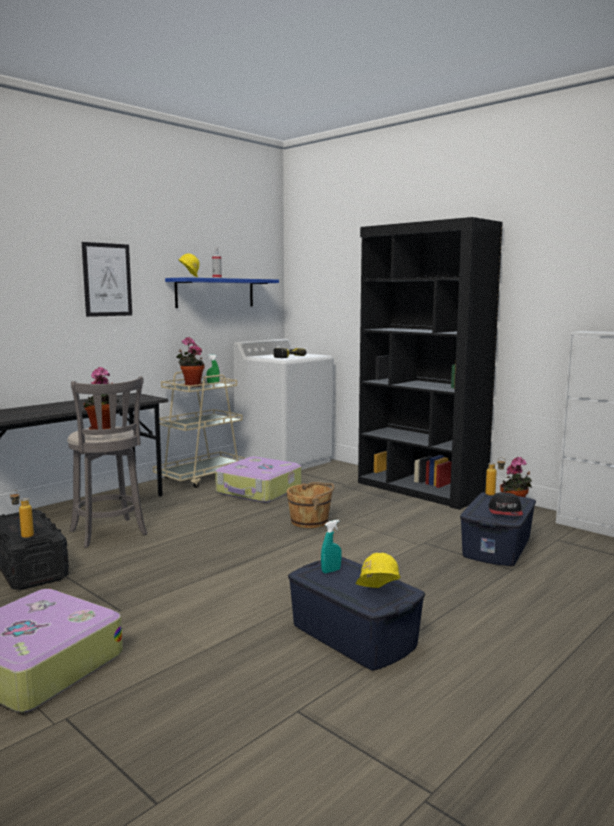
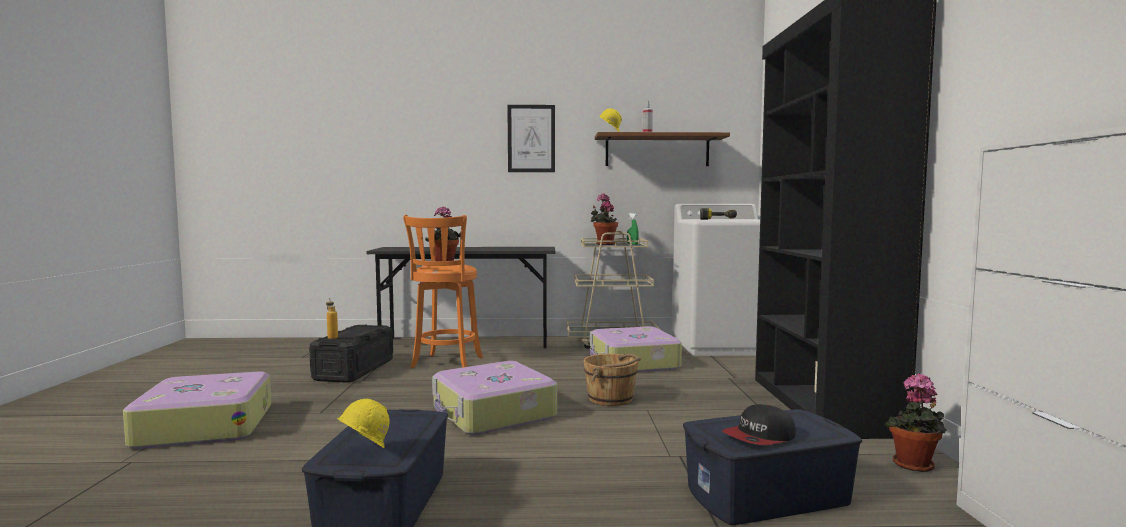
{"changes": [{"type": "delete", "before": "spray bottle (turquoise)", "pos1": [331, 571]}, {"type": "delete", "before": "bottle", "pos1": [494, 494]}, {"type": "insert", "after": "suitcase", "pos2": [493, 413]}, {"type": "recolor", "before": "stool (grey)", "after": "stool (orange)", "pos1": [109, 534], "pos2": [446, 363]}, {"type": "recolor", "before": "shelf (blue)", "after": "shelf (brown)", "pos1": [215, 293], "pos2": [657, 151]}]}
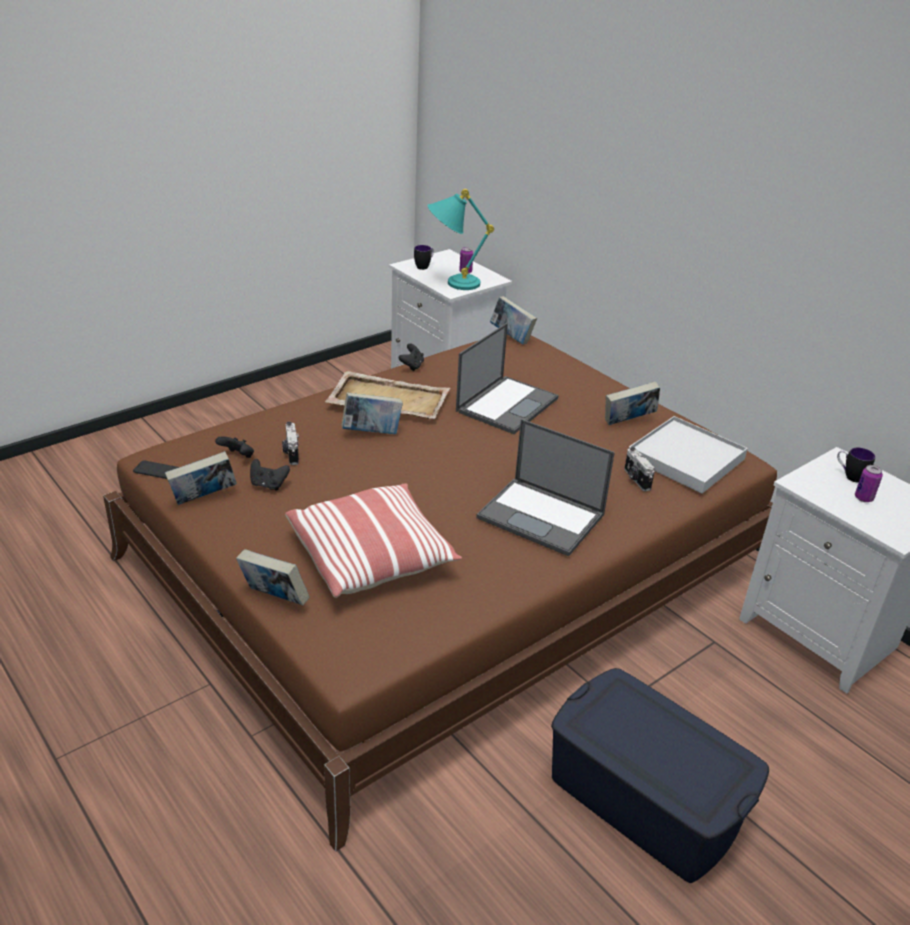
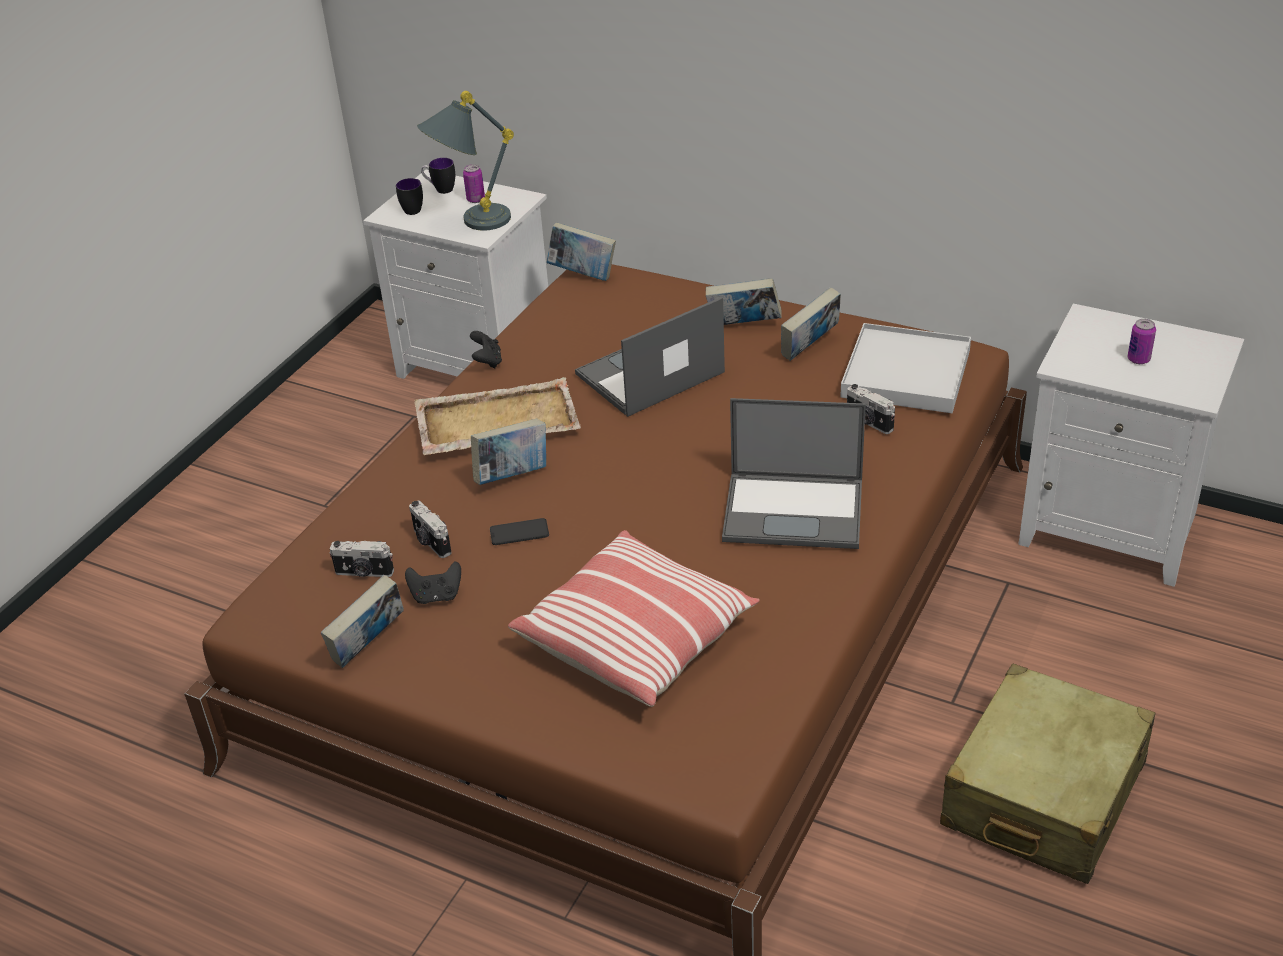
{"changes": [{"type": "move", "before": "phone", "pos1": [156, 470], "pos2": [519, 532]}, {"type": "move", "before": "book", "pos1": [274, 599], "pos2": [743, 326]}, {"type": "move", "before": "mug", "pos1": [849, 476], "pos2": [440, 189]}, {"type": "replace", "before": "game controller (black)", "after": "photo camera", "pos1": [237, 456], "pos2": [364, 573]}, {"type": "replace", "before": "storage box (blue)", "after": "suitcase (beige)", "pos1": [644, 800], "pos2": [1043, 795]}, {"type": "recolor", "before": "table lamp (turquoise)", "after": "table lamp (grey)", "pos1": [451, 283], "pos2": [471, 224]}, {"type": "rotate", "before": "laptop", "pos1": [507, 404], "pos2": [649, 374], "turn": -135}]}
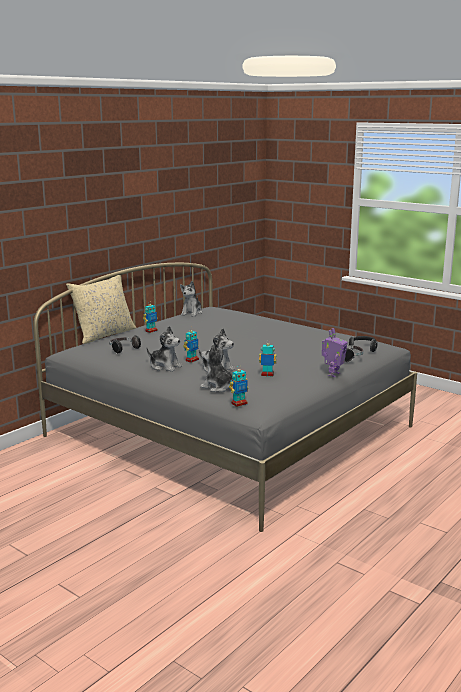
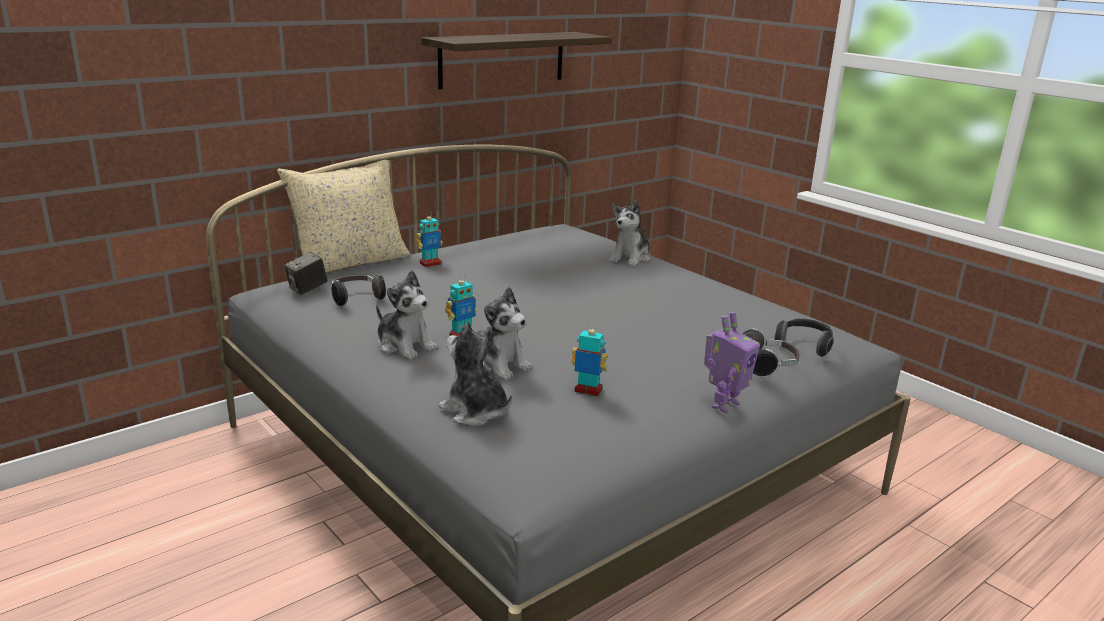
{"changes": [{"type": "delete", "before": "toy robot", "pos1": [239, 403]}, {"type": "insert", "after": "photo camera", "pos2": [307, 289]}, {"type": "insert", "after": "shelf", "pos2": [502, 59]}, {"type": "move", "before": "plush toy", "pos1": [192, 313], "pos2": [630, 258]}]}
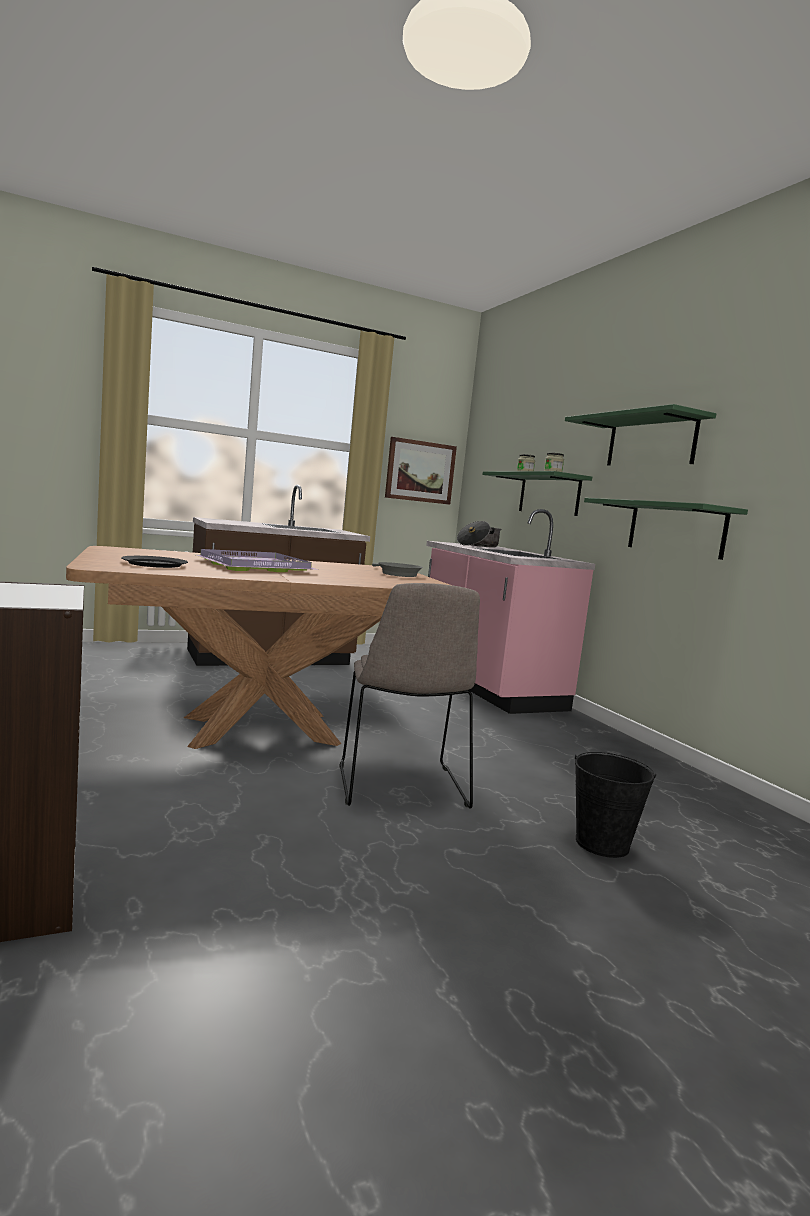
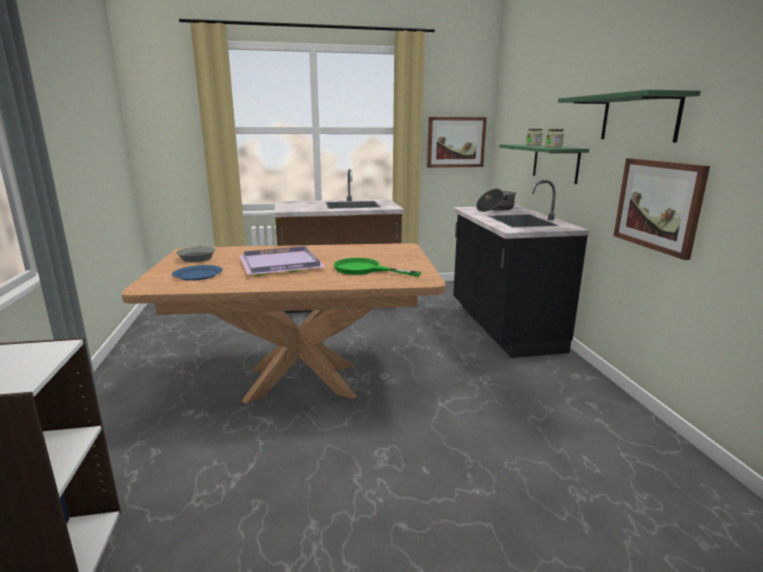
{"changes": [{"type": "delete", "before": "chair (beige)", "pos1": [401, 788]}, {"type": "delete", "before": "bucket (black)", "pos1": [602, 844]}, {"type": "insert", "after": "frying pan (green)", "pos2": [365, 269]}, {"type": "move", "before": "frying pan (grey)", "pos1": [396, 574], "pos2": [196, 258]}, {"type": "replace", "before": "shelf (green)", "after": "picture", "pos1": [676, 529], "pos2": [658, 205]}, {"type": "recolor", "before": "plate (black)", "after": "plate (blue)", "pos1": [154, 564], "pos2": [197, 275]}, {"type": "recolor", "before": "counter (pink)", "after": "counter (black)", "pos1": [487, 688], "pos2": [502, 327]}]}
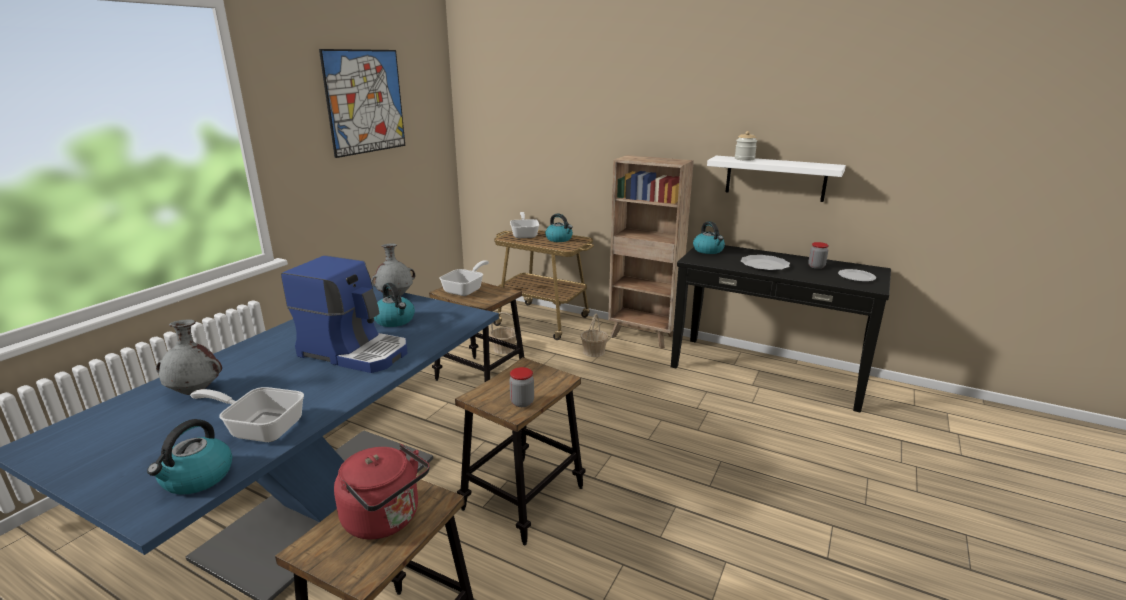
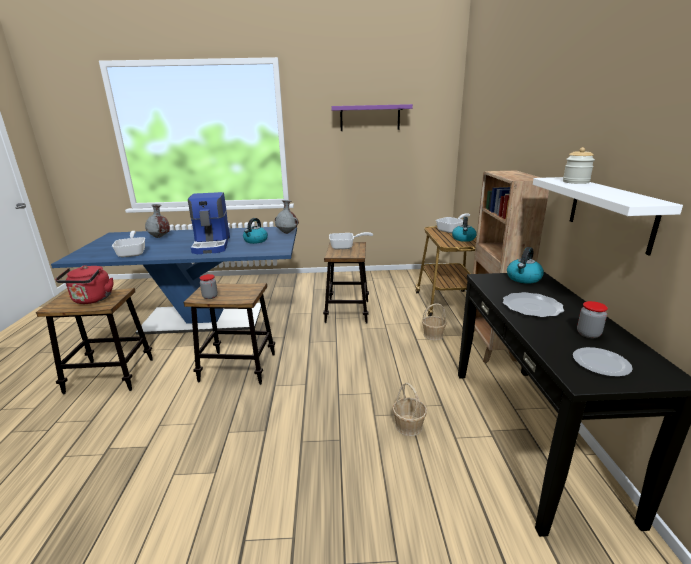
{"changes": [{"type": "delete", "before": "kettle", "pos1": [197, 478]}, {"type": "move", "before": "basket", "pos1": [504, 349], "pos2": [408, 426]}, {"type": "replace", "before": "picture", "after": "shelf (purple)", "pos1": [365, 102], "pos2": [370, 118]}]}
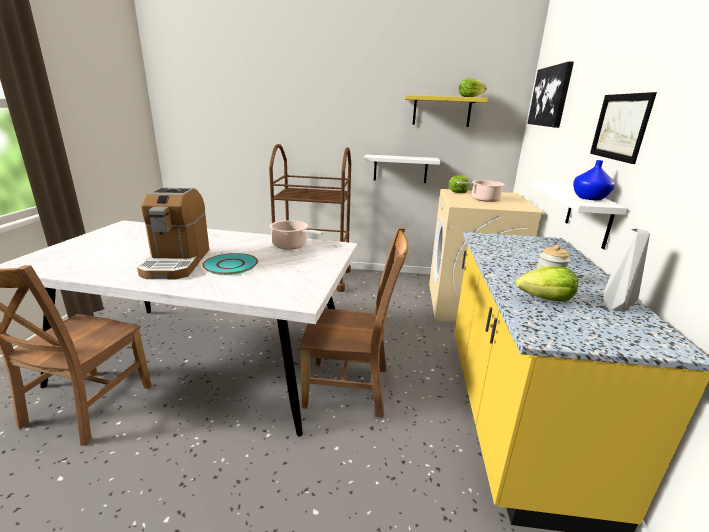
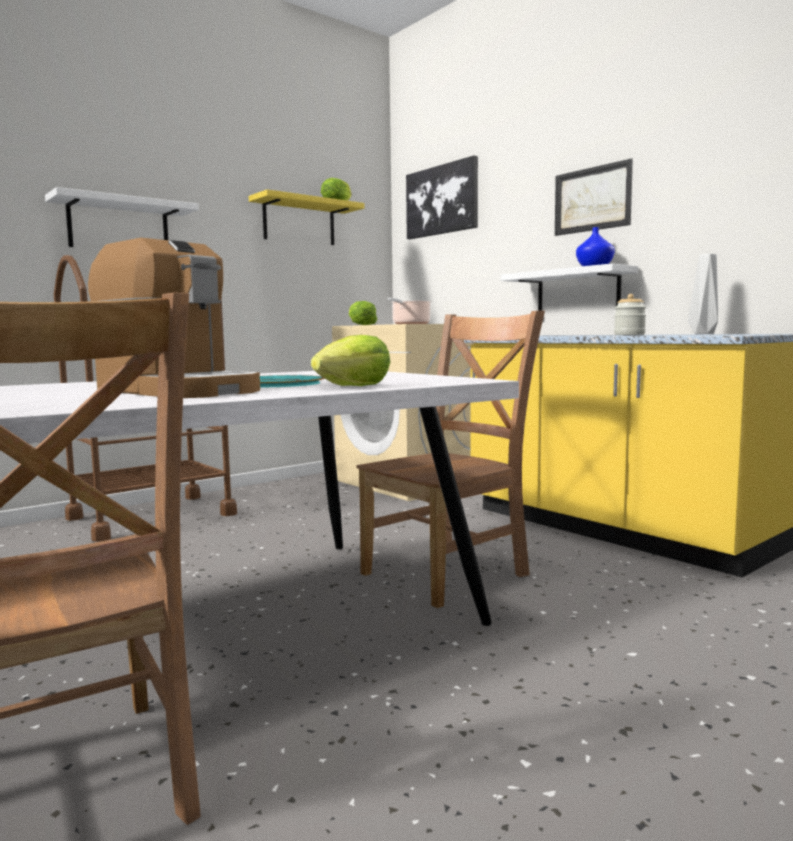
{"changes": [{"type": "delete", "before": "cooking pot", "pos1": [291, 245]}, {"type": "move", "before": "shelf (white)", "pos1": [400, 169], "pos2": [119, 226]}, {"type": "move", "before": "lettuce", "pos1": [545, 298], "pos2": [353, 387]}]}
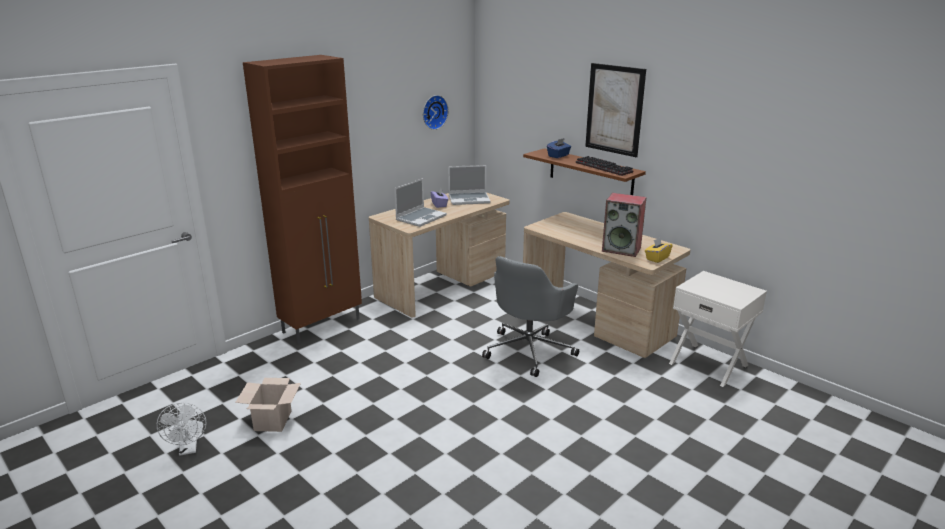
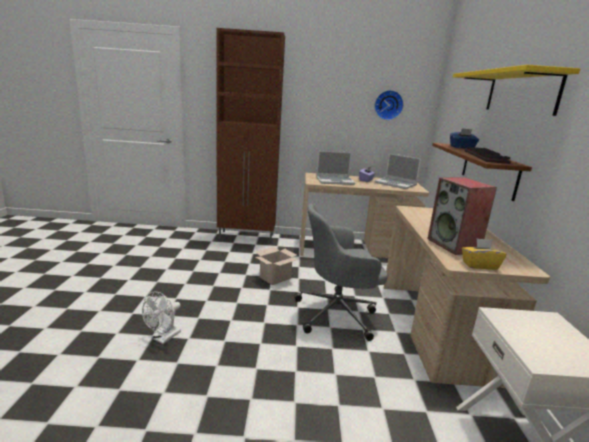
{"changes": [{"type": "move", "before": "fan (white)", "pos1": [189, 449], "pos2": [164, 338]}, {"type": "move", "before": "cardboard box", "pos1": [272, 420], "pos2": [275, 277]}, {"type": "replace", "before": "picture", "after": "shelf (yellow)", "pos1": [614, 109], "pos2": [521, 92]}]}
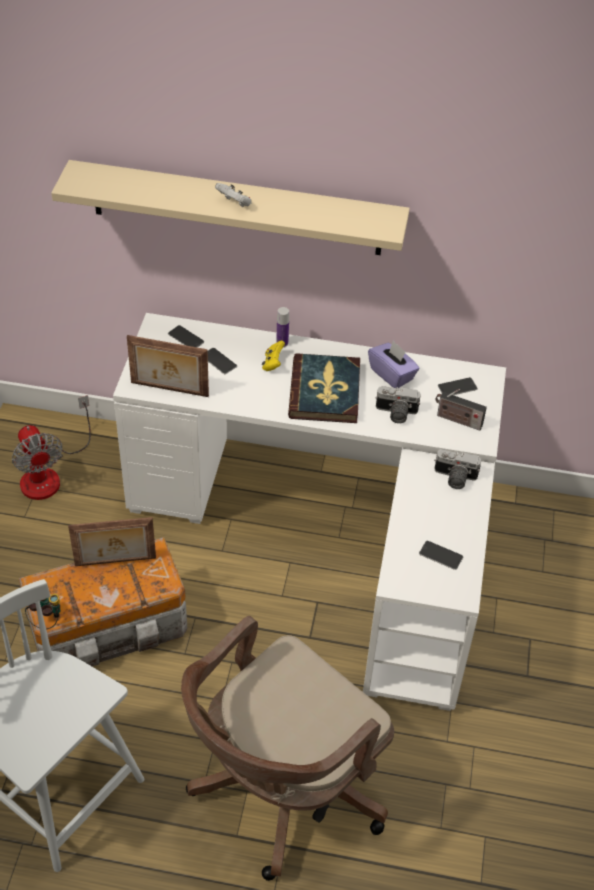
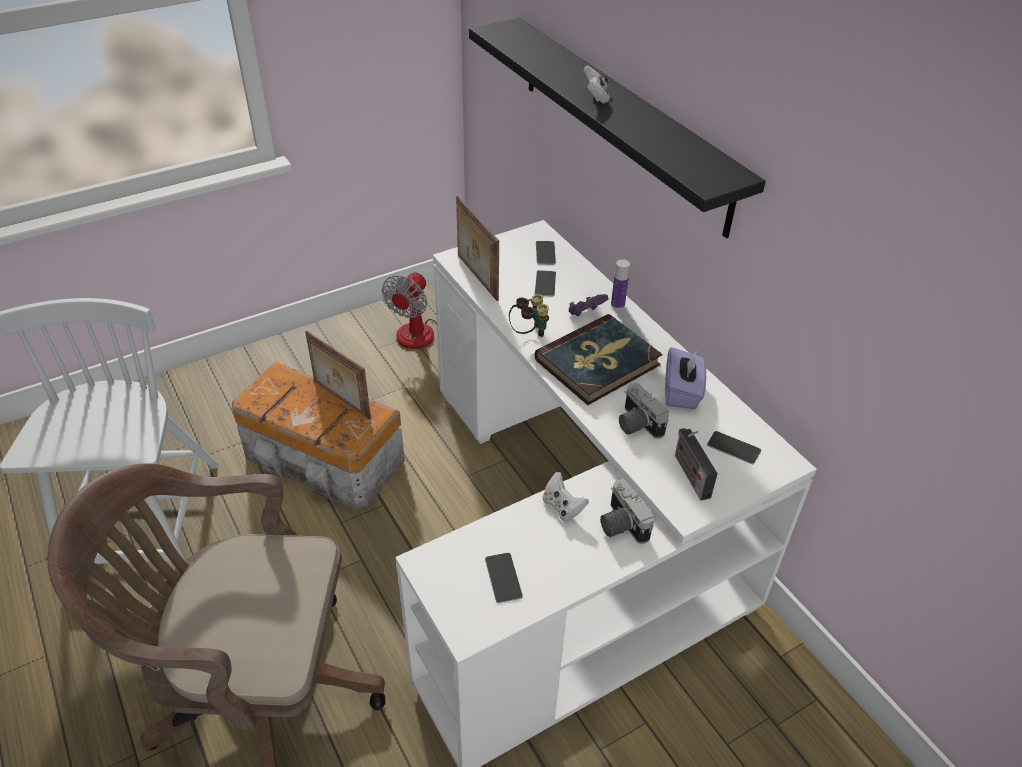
{"changes": [{"type": "insert", "after": "game controller (white)", "pos2": [562, 507]}, {"type": "move", "before": "binoculars", "pos1": [46, 621], "pos2": [528, 333]}, {"type": "recolor", "before": "shelf (beige)", "after": "shelf (black)", "pos1": [236, 208], "pos2": [621, 121]}, {"type": "recolor", "before": "game controller (yellow)", "after": "game controller (purple)", "pos1": [273, 364], "pos2": [585, 313]}]}
